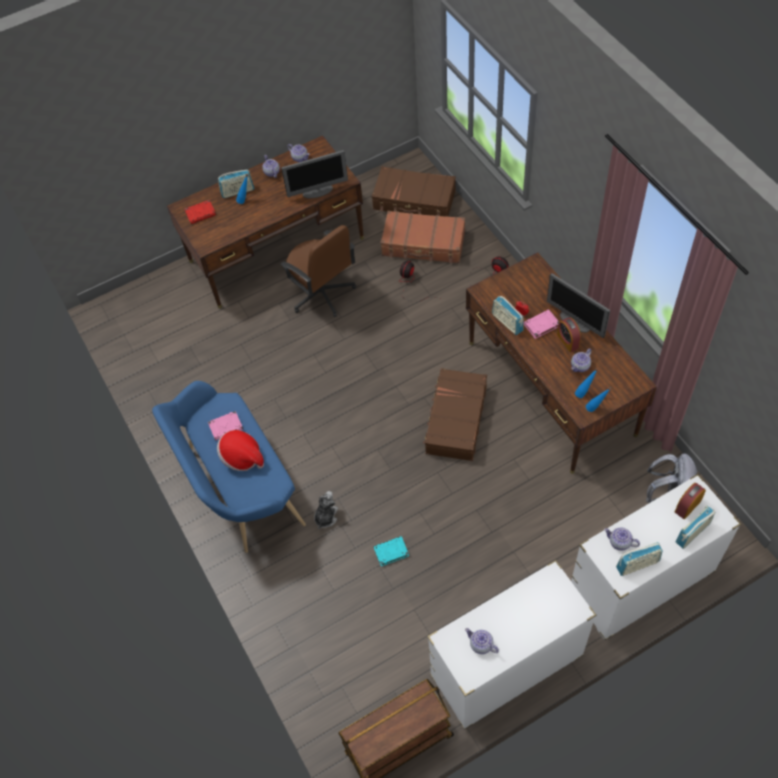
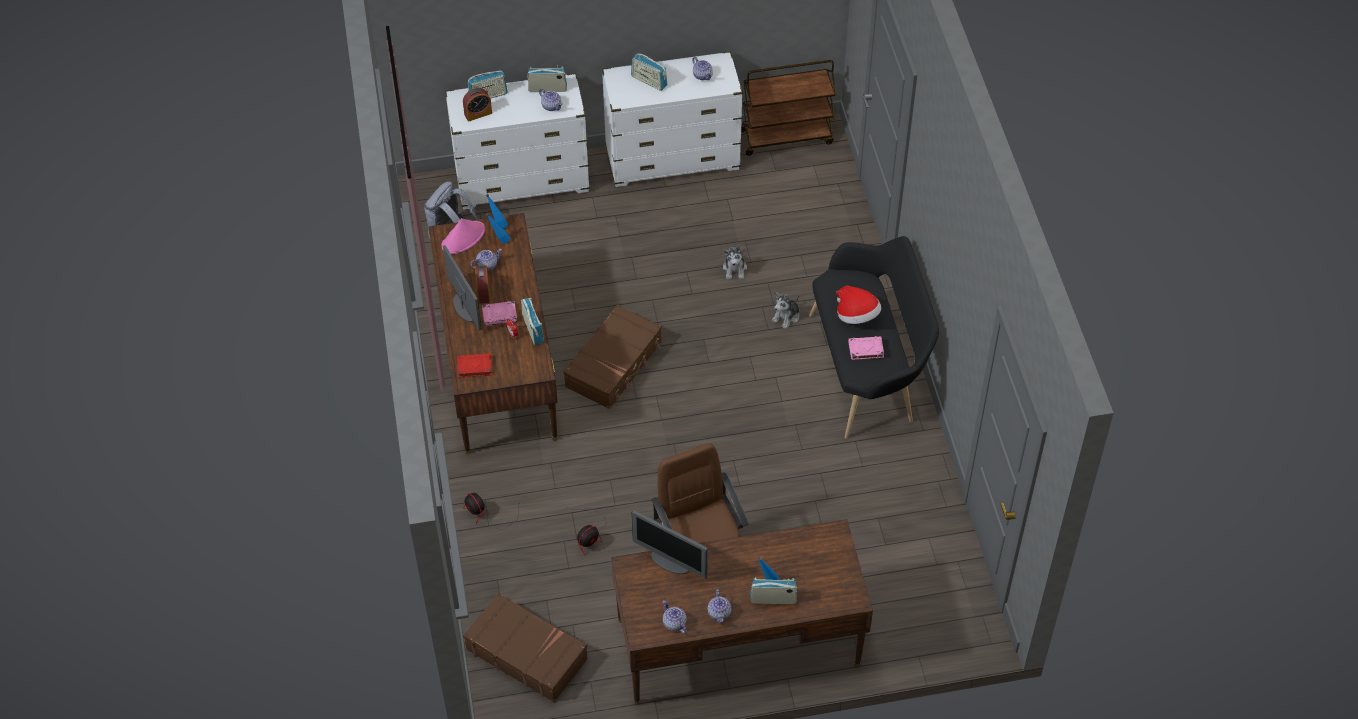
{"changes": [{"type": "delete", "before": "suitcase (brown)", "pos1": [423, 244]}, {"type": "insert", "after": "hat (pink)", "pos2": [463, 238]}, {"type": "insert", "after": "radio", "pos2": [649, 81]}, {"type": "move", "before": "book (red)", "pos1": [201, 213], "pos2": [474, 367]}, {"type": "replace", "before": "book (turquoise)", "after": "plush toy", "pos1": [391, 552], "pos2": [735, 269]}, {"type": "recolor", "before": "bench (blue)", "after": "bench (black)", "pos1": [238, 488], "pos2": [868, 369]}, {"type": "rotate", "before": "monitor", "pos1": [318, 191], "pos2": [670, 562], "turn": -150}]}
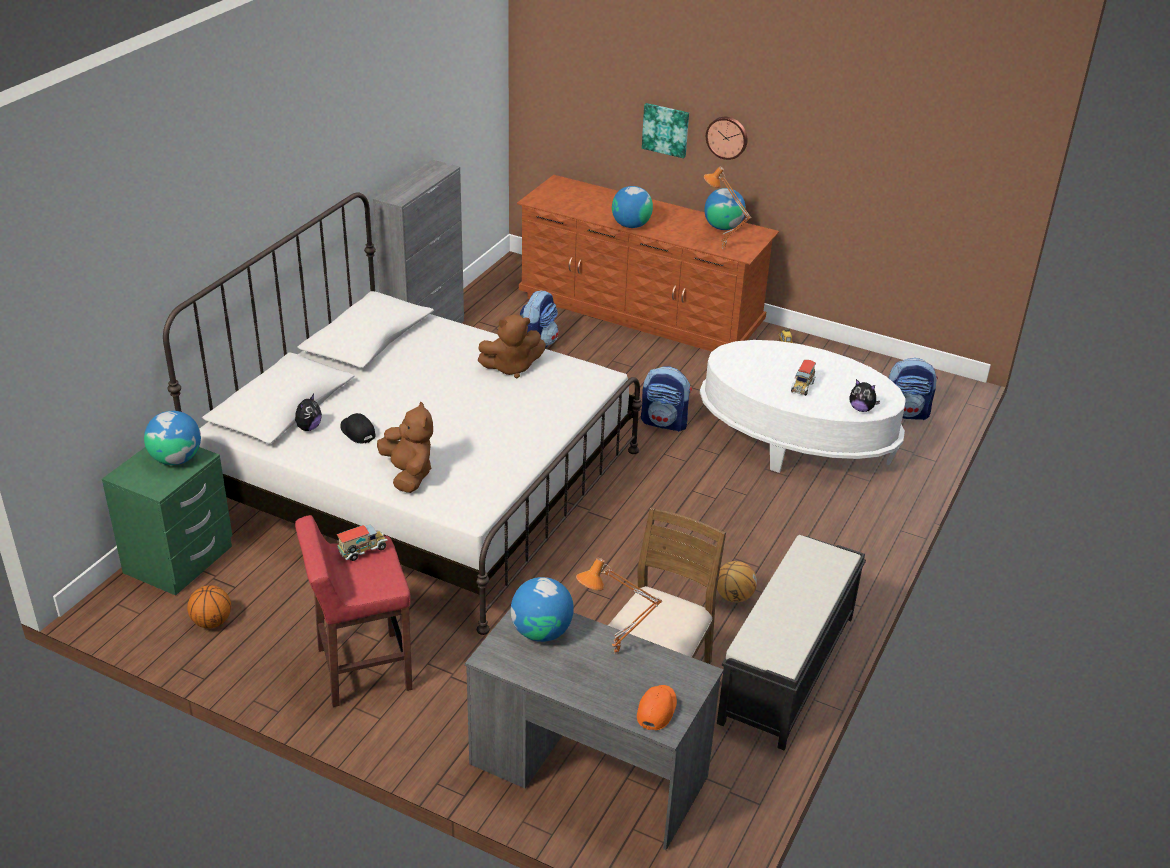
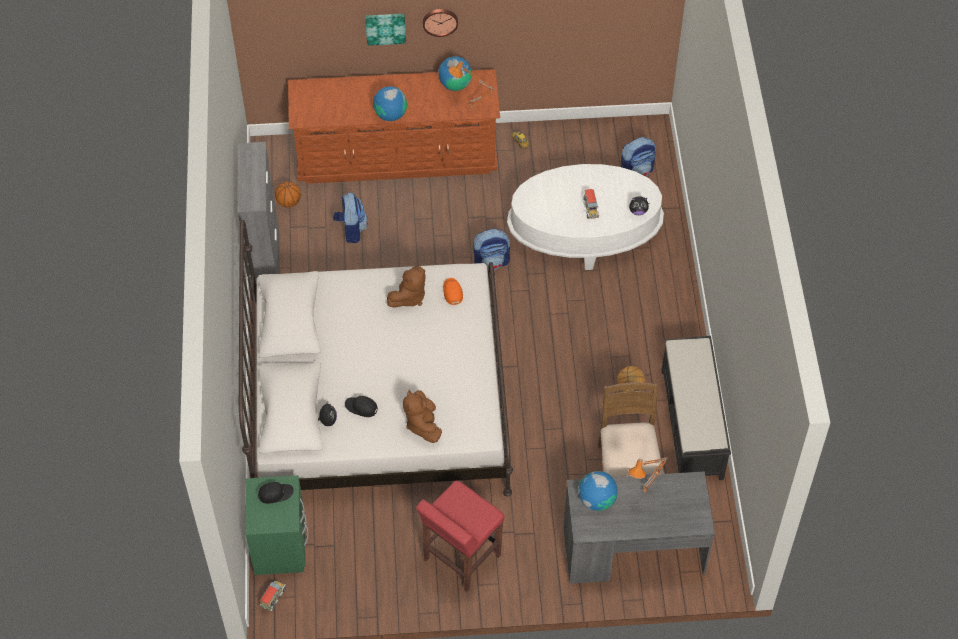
{"changes": [{"type": "move", "before": "basketball", "pos1": [212, 622], "pos2": [289, 202]}, {"type": "move", "before": "toy truck", "pos1": [363, 551], "pos2": [273, 598]}, {"type": "move", "before": "cap (orange)", "pos1": [656, 709], "pos2": [452, 292]}, {"type": "replace", "before": "globe", "after": "cap (black)", "pos1": [176, 459], "pos2": [275, 494]}, {"type": "rotate", "before": "plush toy (brown)", "pos1": [408, 474], "pos2": [423, 425], "turn": -135}]}
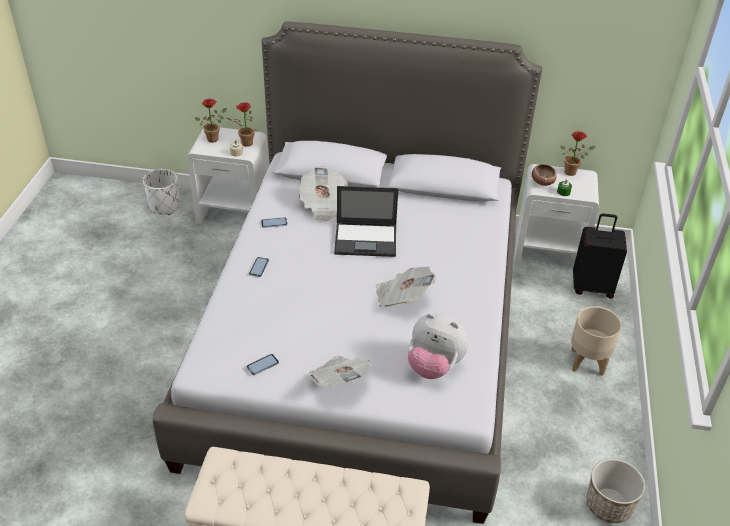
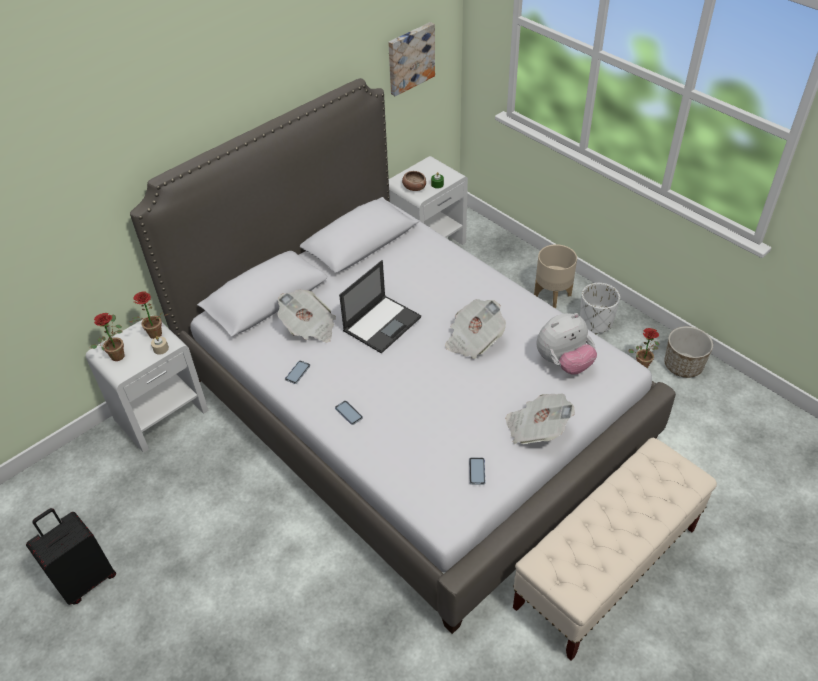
{"changes": [{"type": "insert", "after": "picture", "pos2": [410, 58]}, {"type": "move", "before": "planter (white)", "pos1": [165, 206], "pos2": [595, 323]}, {"type": "move", "before": "potted plant", "pos1": [572, 172], "pos2": [642, 363]}, {"type": "move", "before": "suitcase (black)", "pos1": [592, 287], "pos2": [86, 579]}]}
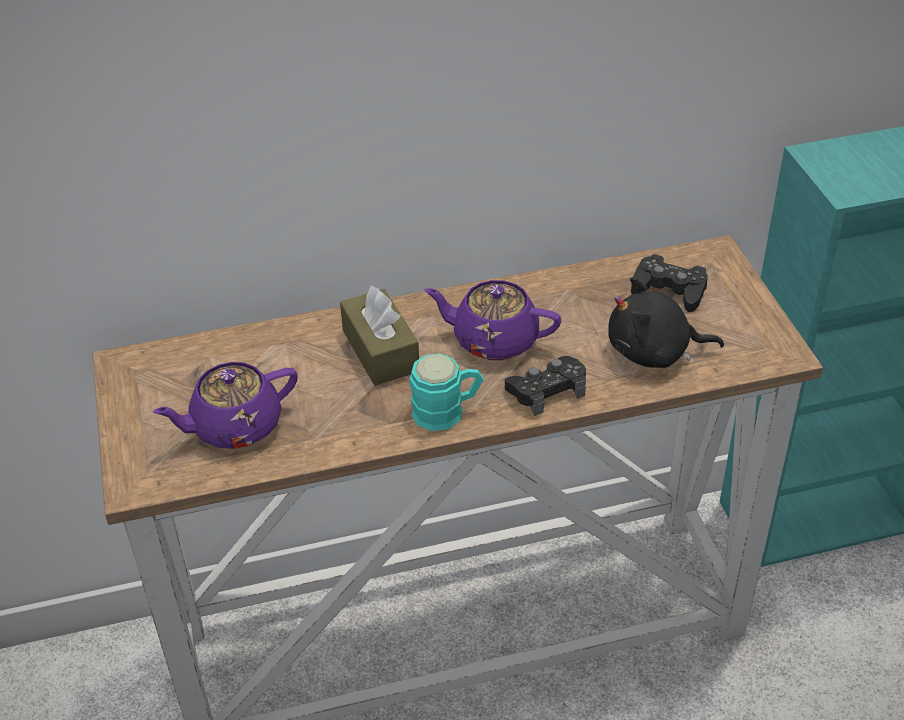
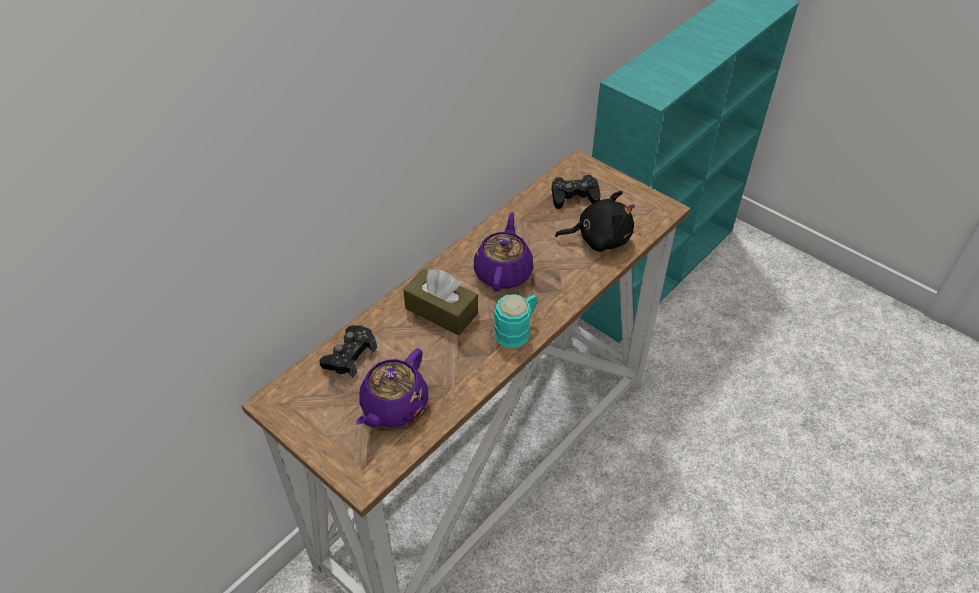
{"changes": [{"type": "move", "before": "game controller (black)", "pos1": [547, 390], "pos2": [350, 355]}, {"type": "rotate", "before": "teapot (purple)", "pos1": [494, 340], "pos2": [503, 272], "turn": 120}, {"type": "rotate", "before": "plush toy (black)", "pos1": [654, 352], "pos2": [599, 238], "turn": -150}]}
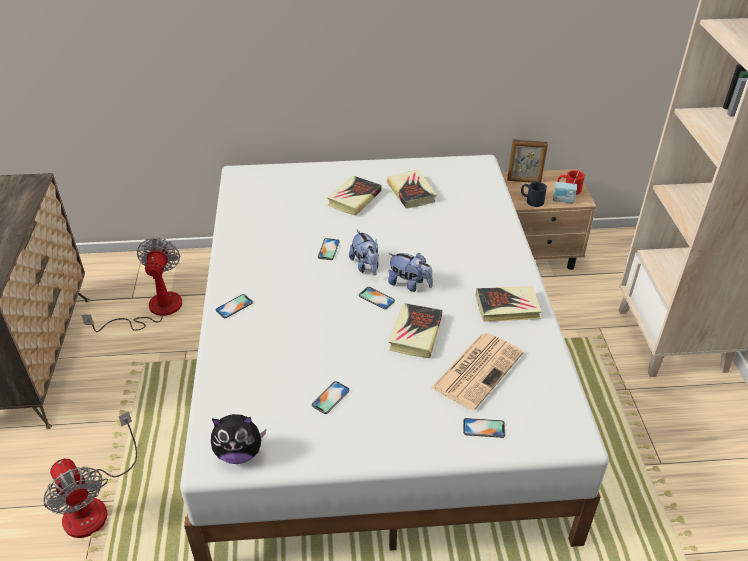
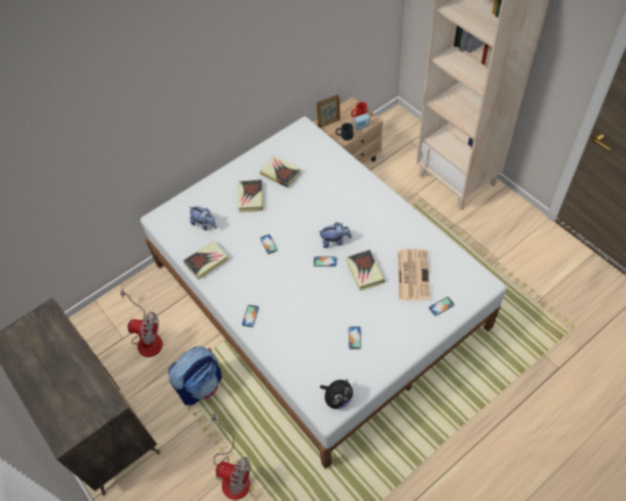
{"changes": [{"type": "insert", "after": "backpack", "pos2": [201, 385]}, {"type": "move", "before": "plush toy", "pos1": [366, 266], "pos2": [205, 224]}, {"type": "move", "before": "book", "pos1": [507, 307], "pos2": [206, 261]}, {"type": "rotate", "before": "fan", "pos1": [153, 310], "pos2": [146, 338], "turn": 135}]}
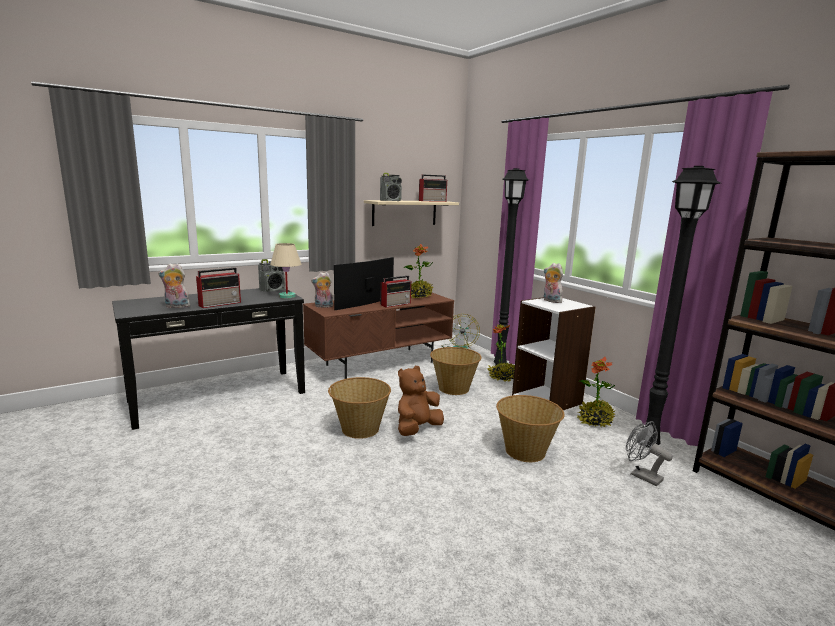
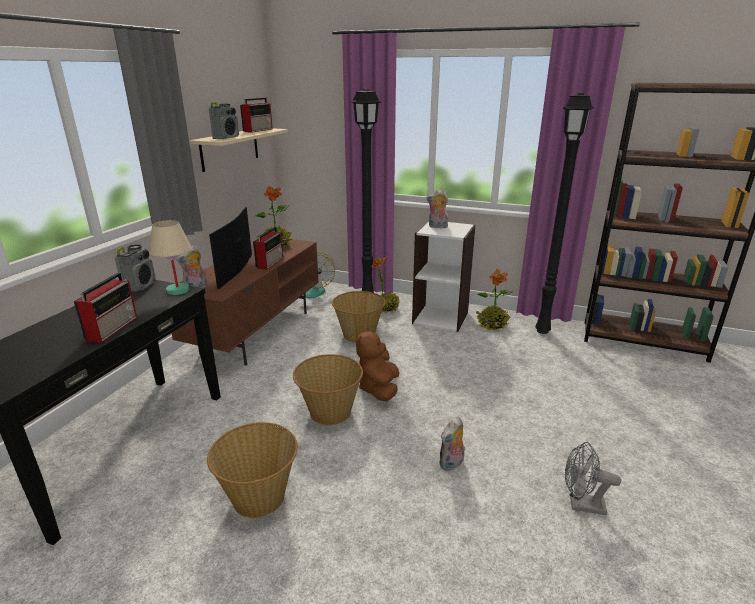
{"changes": [{"type": "move", "before": "plush toy", "pos1": [176, 306], "pos2": [451, 464]}, {"type": "move", "before": "basket", "pos1": [525, 451], "pos2": [259, 496]}, {"type": "move", "before": "fan (grey)", "pos1": [641, 475], "pos2": [581, 505]}]}
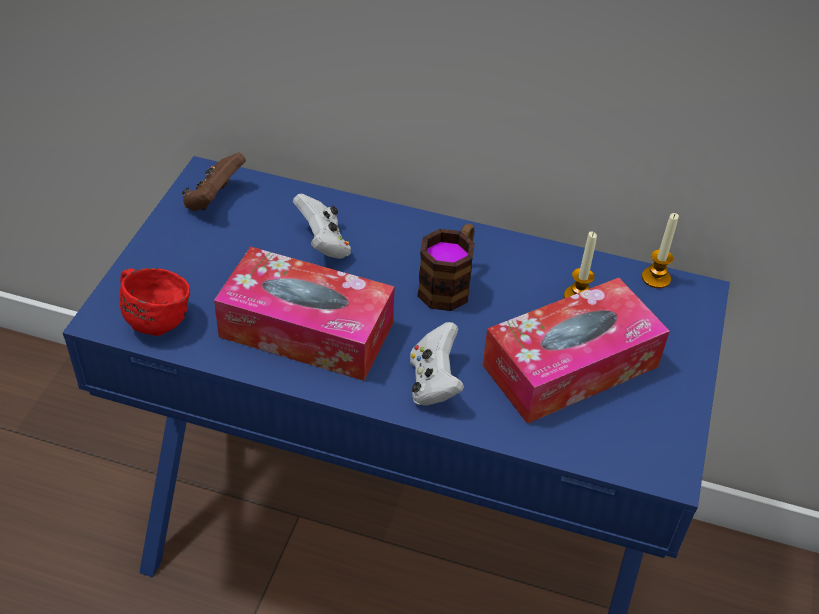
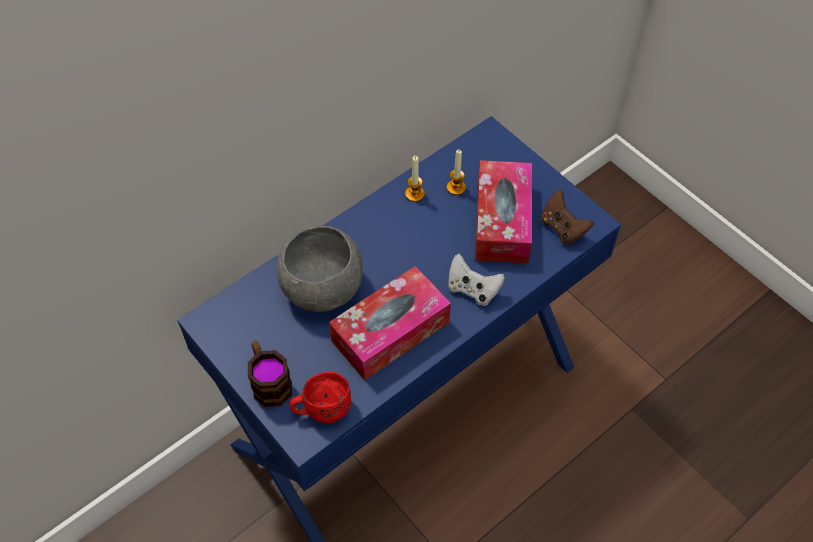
{"changes": [{"type": "move", "before": "game controller (brown)", "pos1": [214, 199], "pos2": [562, 228]}, {"type": "move", "before": "mug", "pos1": [449, 284], "pos2": [269, 381]}, {"type": "move", "before": "candle", "pos1": [656, 278], "pos2": [414, 194]}, {"type": "replace", "before": "game controller (white)", "after": "bowl (grey)", "pos1": [323, 244], "pos2": [323, 287]}]}
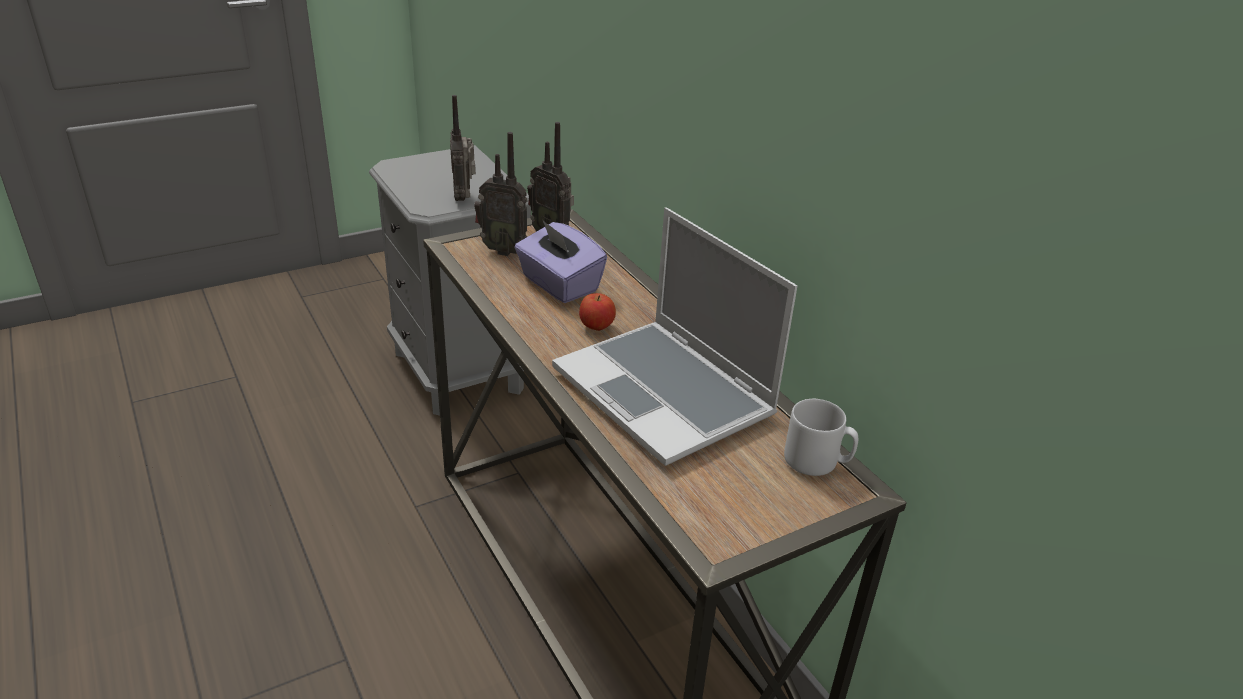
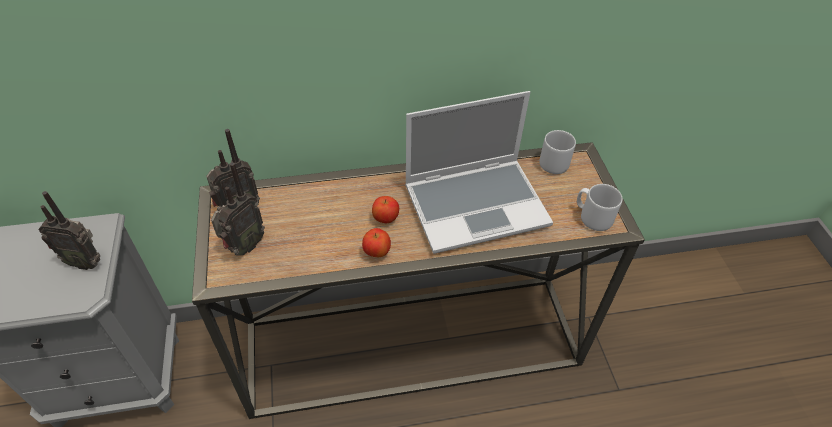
{"changes": [{"type": "delete", "before": "tissue box (purple)", "pos1": [559, 284]}, {"type": "insert", "after": "apple", "pos2": [377, 252]}, {"type": "insert", "after": "mug (grey)", "pos2": [592, 217]}]}
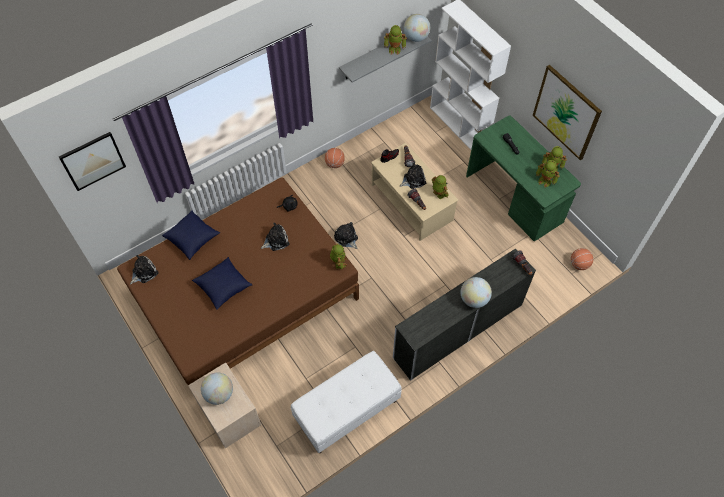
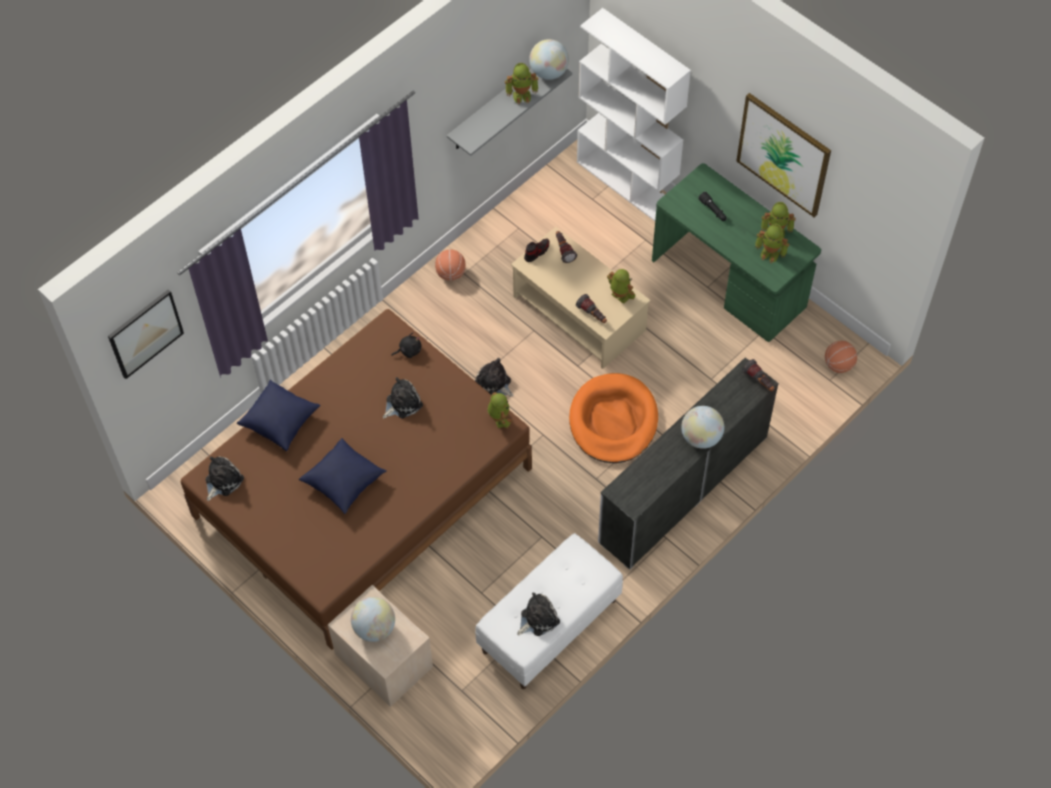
{"changes": [{"type": "insert", "after": "dog bed (orange)", "pos2": [613, 421]}, {"type": "move", "before": "plush toy", "pos1": [413, 180], "pos2": [537, 618]}]}
